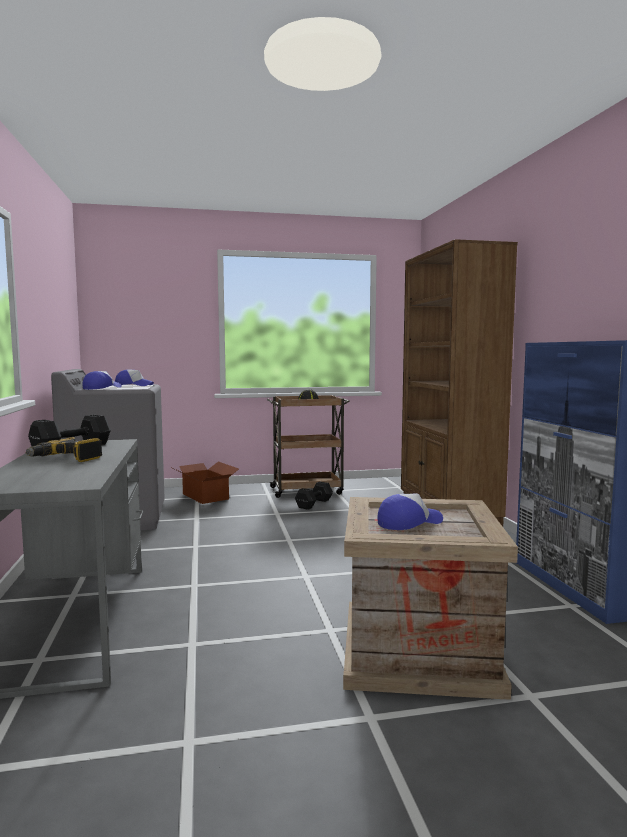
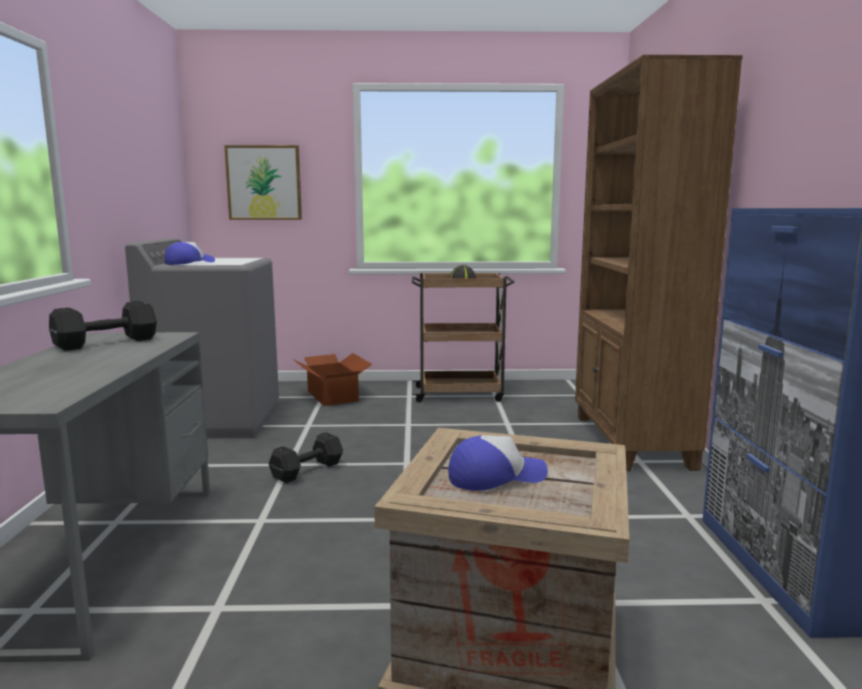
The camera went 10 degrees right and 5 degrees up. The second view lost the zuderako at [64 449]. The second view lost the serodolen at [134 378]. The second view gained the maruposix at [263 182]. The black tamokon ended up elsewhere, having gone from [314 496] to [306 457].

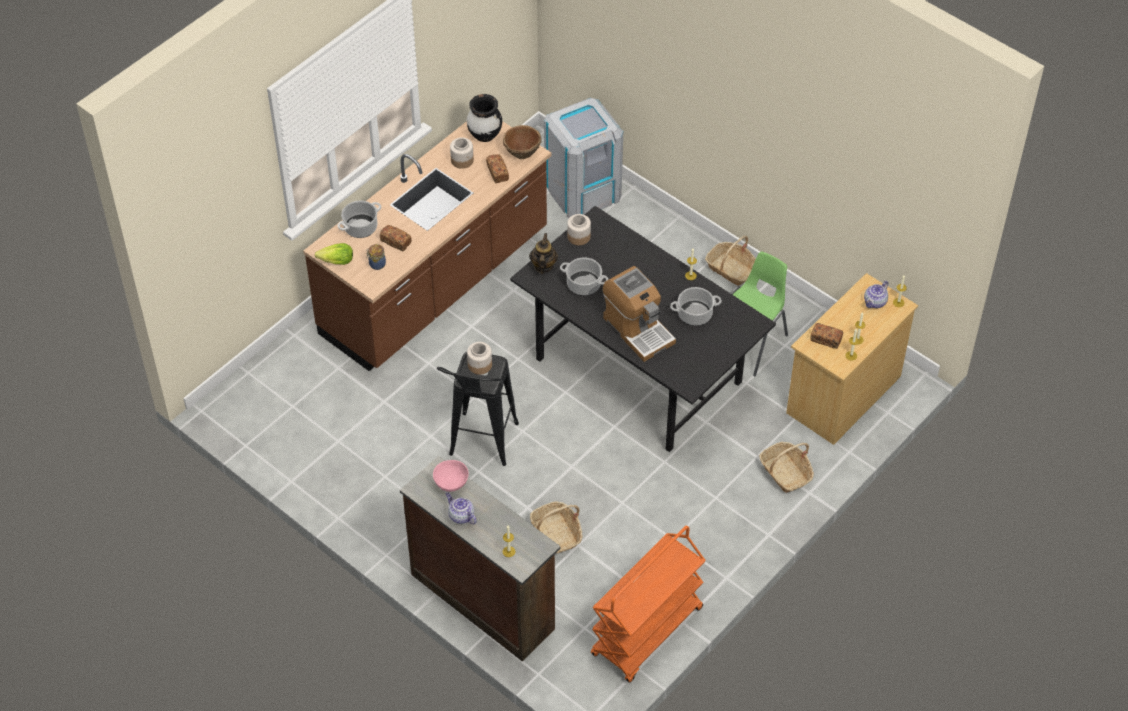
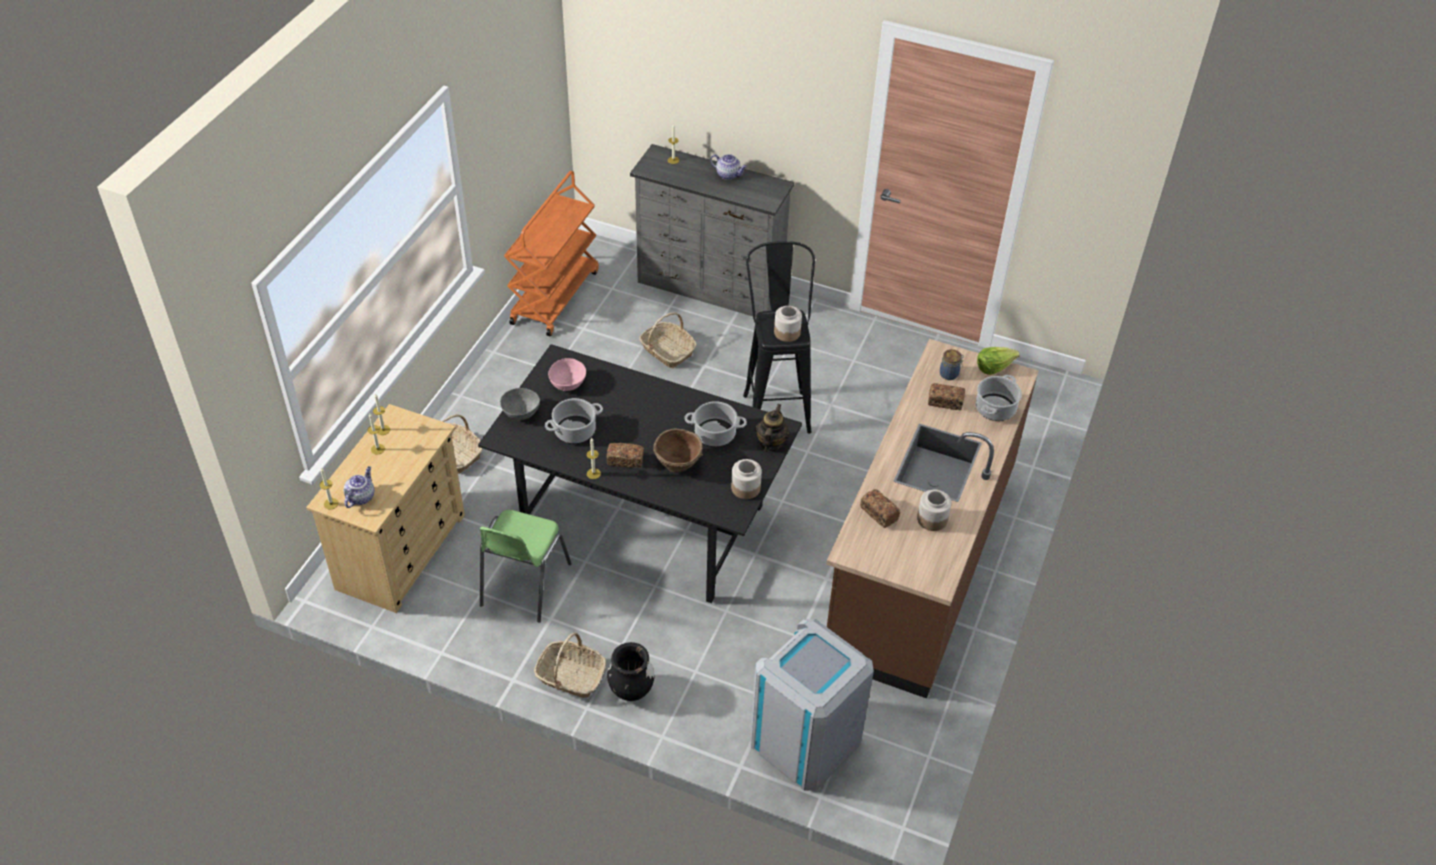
The camera went 160 degrees right and 5 degrees down. The second view lost the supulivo at [639 314]. The second view gained the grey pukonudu at [520 404]. The pink pukonudu ended up elsewhere, having gone from [450 476] to [567 374]. The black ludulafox ended up elsewhere, having gone from [484 118] to [630 671]. The brown pukonudu ended up elsewhere, having gone from [522 142] to [678 450]. The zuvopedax ended up elsewhere, having gone from [827 336] to [625 455]. What was the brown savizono at [480 558] turned into the grey savizono at [712 230]. The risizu at [543 253] ended up facing another way, 150 degrees counterclockwise from before.

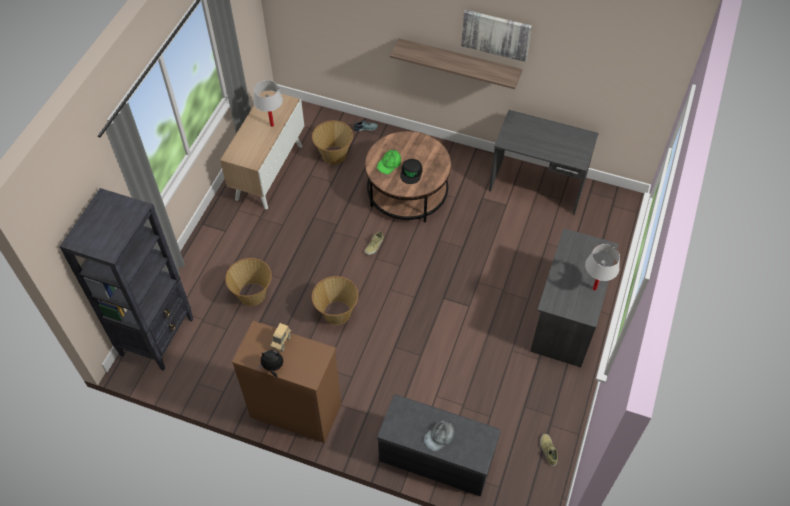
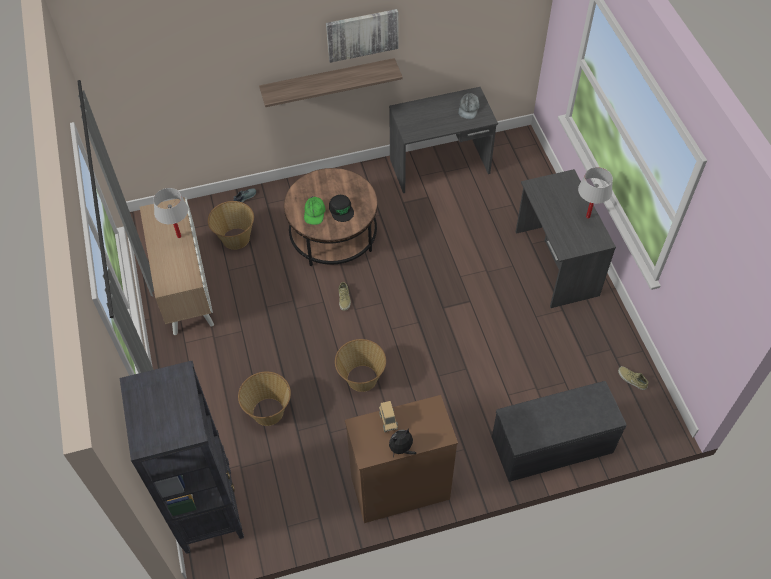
The camera went 35 degrees left and 0 degrees up. The grey serodolen ended up elsewhere, having gone from [439 436] to [469 106].

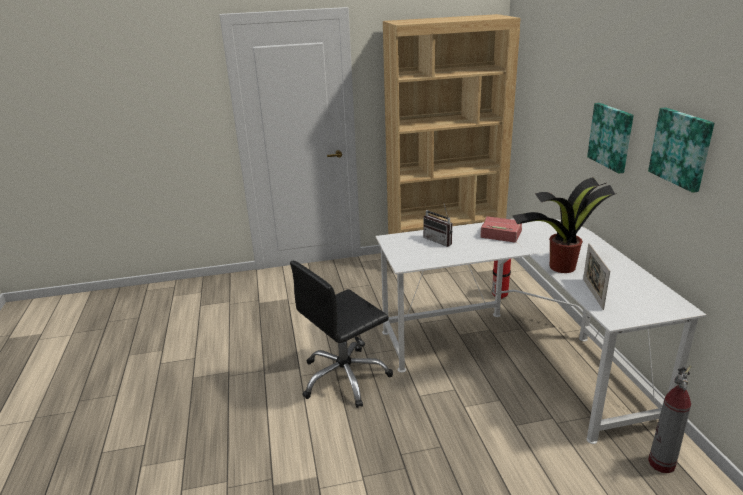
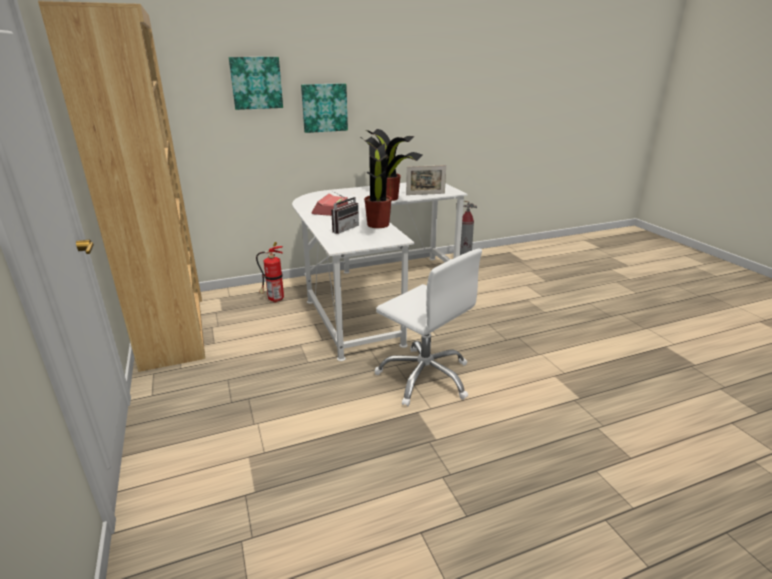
The camera went 100 degrees left and 0 degrees up. The second view gained the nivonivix at [378 185]. The maruposix ended up elsewhere, having gone from [681 150] to [256 83]. What was the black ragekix at [341 334] turned into the white ragekix at [428 327].

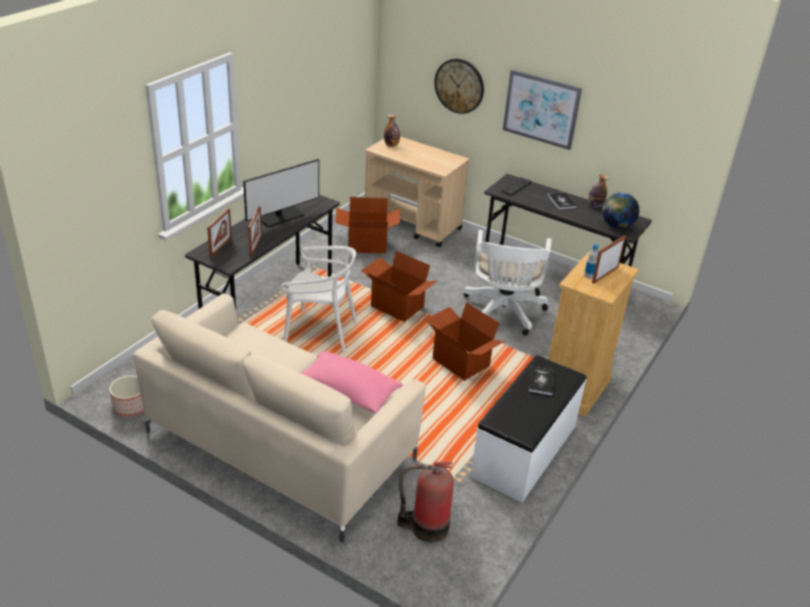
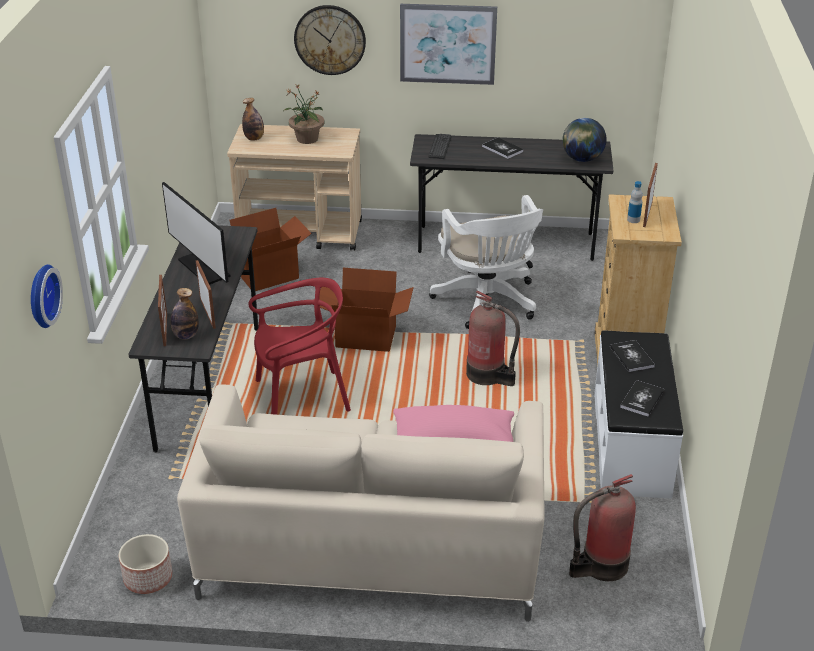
The camera went 25 degrees left and 0 degrees up. The second view gained the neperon at [47 296]. The second view gained the nivonivix at [303 114]. The second view gained the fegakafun at [642 398]. The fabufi ended up elsewhere, having gone from [598 191] to [185 313]. Where the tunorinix stood at [465 341], the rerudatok came to stand at [493 338]. What was the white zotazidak at [318 298] turned into the red zotazidak at [299 346]. The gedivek at [281 193] ended up facing another way, 120 degrees clockwise from before.

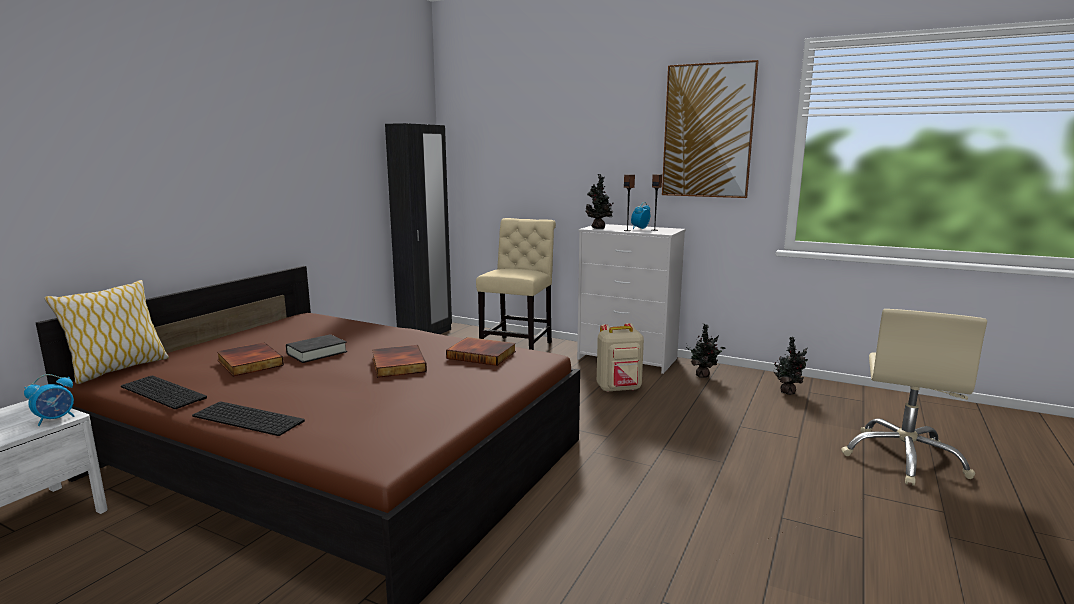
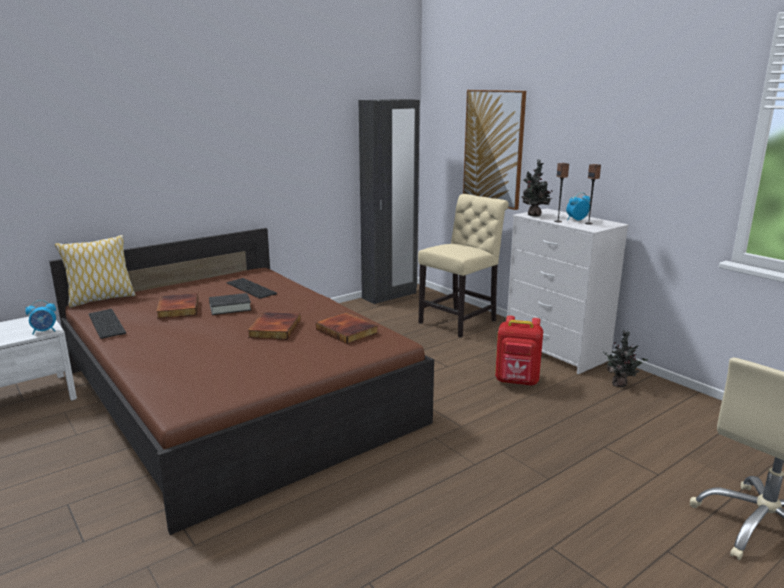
The camera went 25 degrees right and 5 degrees up. The second view lost the nivonivix at [790 366]. The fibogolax ended up elsewhere, having gone from [248 418] to [252 288]. The maruposix ended up elsewhere, having gone from [710 129] to [494 150]. What was the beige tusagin at [620 357] turned into the red tusagin at [519 351].

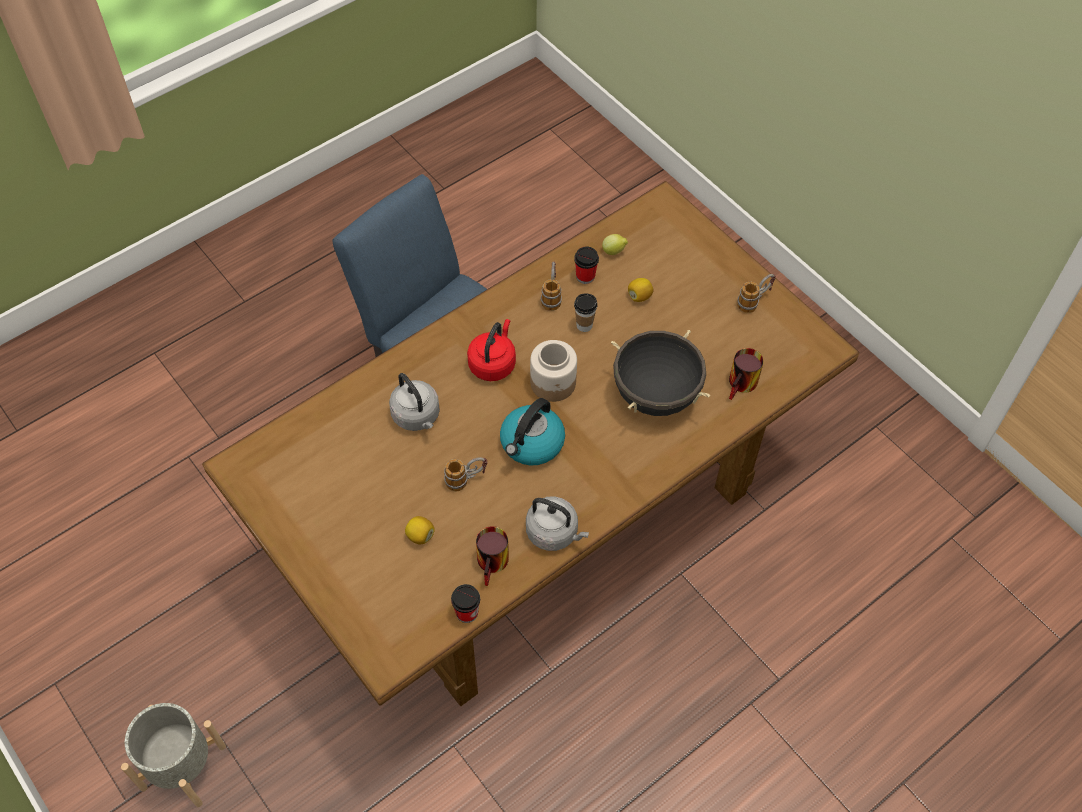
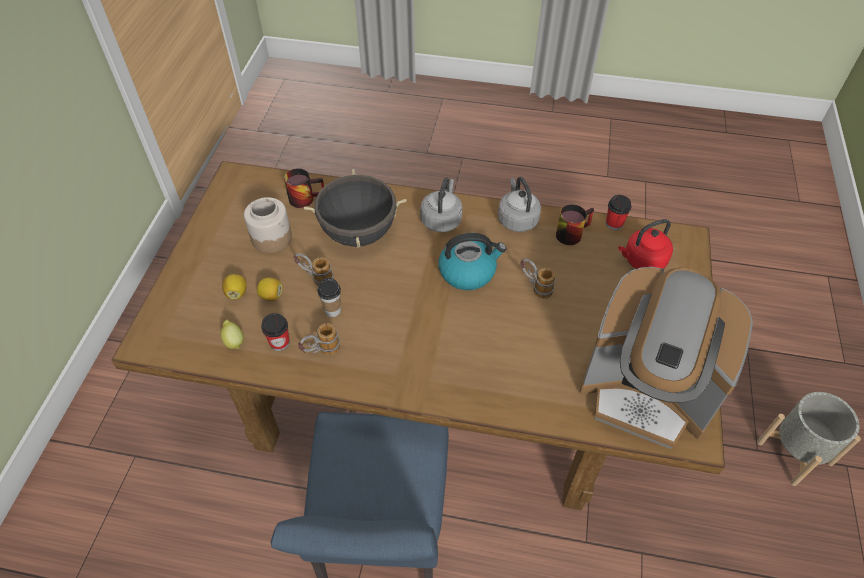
The camera went 130 degrees left and 5 degrees down. The second view gained the supulivo at [666 358]. The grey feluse ended up elsewhere, having gone from [414 402] to [441 205]. The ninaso ended up elsewhere, having gone from [420 530] to [234 286]. The red feluse ended up elsewhere, having gone from [491 350] to [645 244]. The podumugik ended up elsewhere, having gone from [553 371] to [268 225]. The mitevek ended up elsewhere, having gone from [756 293] to [313 269].

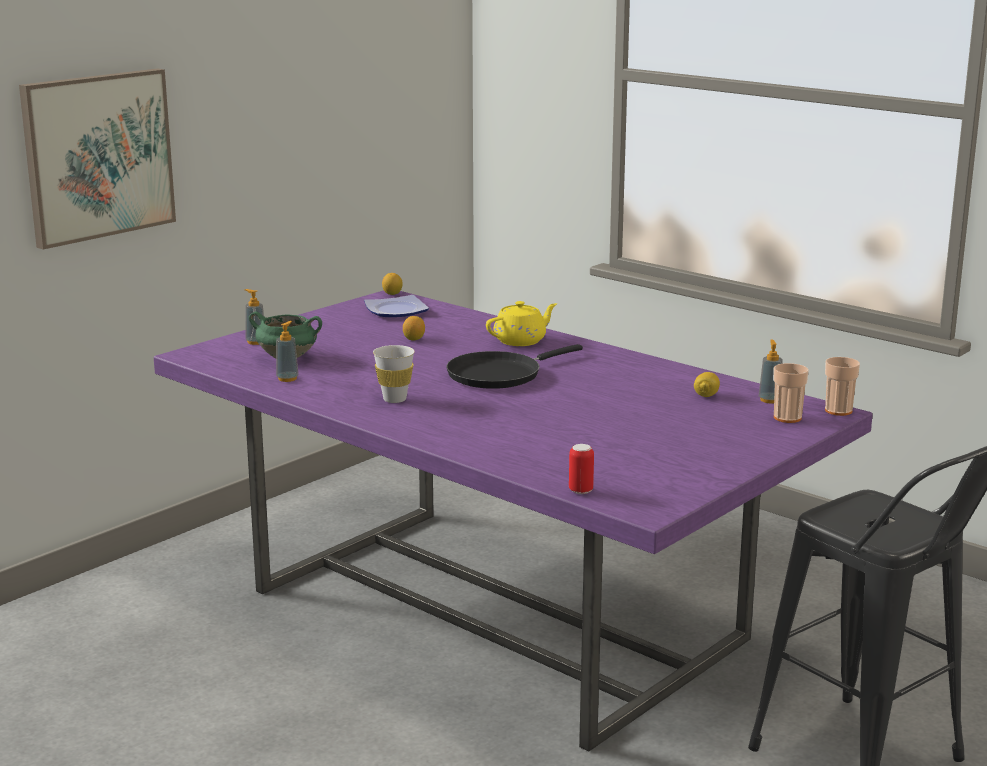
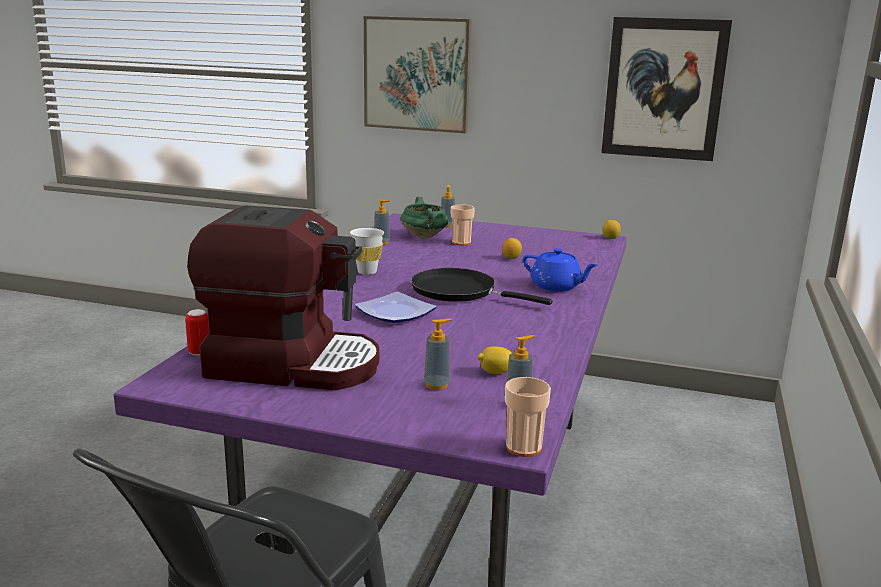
The camera went 65 degrees right and 0 degrees up. The second view gained the supulivo at [283 297]. The second view gained the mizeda at [437 354]. The second view gained the maruposix at [666 89]. The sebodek ended up elsewhere, having gone from [396 306] to [396 307]. The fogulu ended up elsewhere, having gone from [791 393] to [463 225]. What was the yellow risizu at [521 323] turned into the blue risizu at [560 270].

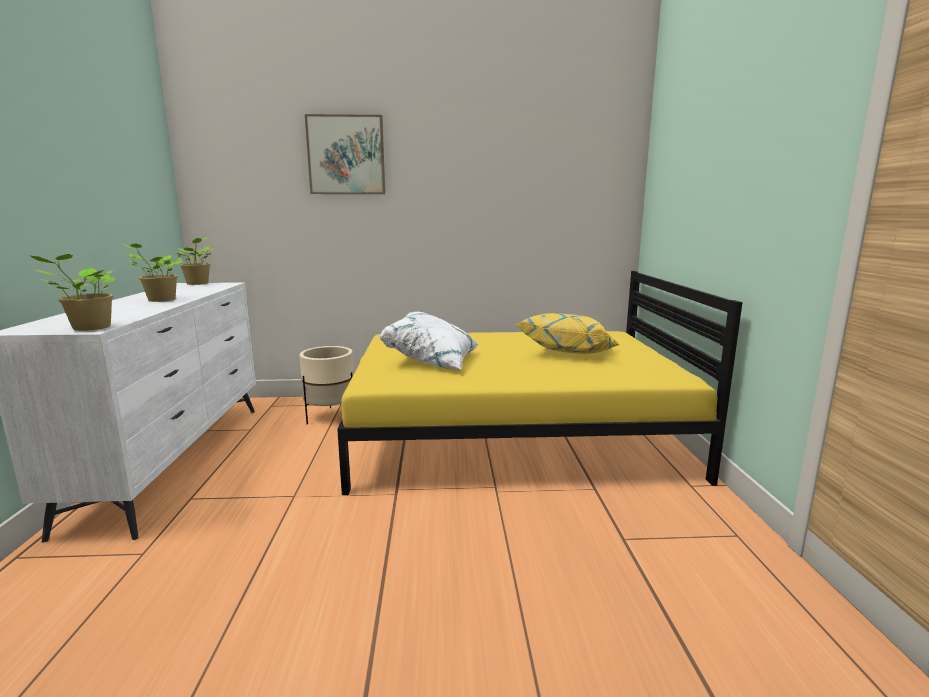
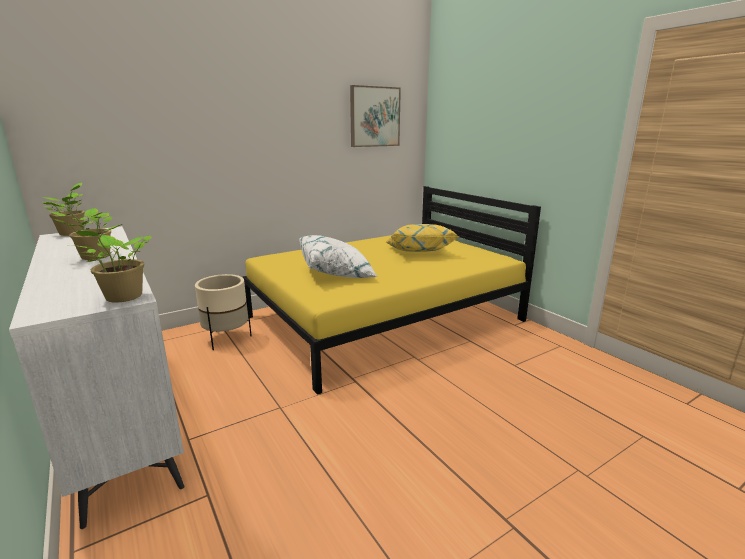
The camera went 30 degrees left and 5 degrees up. The maruposix ended up elsewhere, having gone from [345 154] to [375 116].

